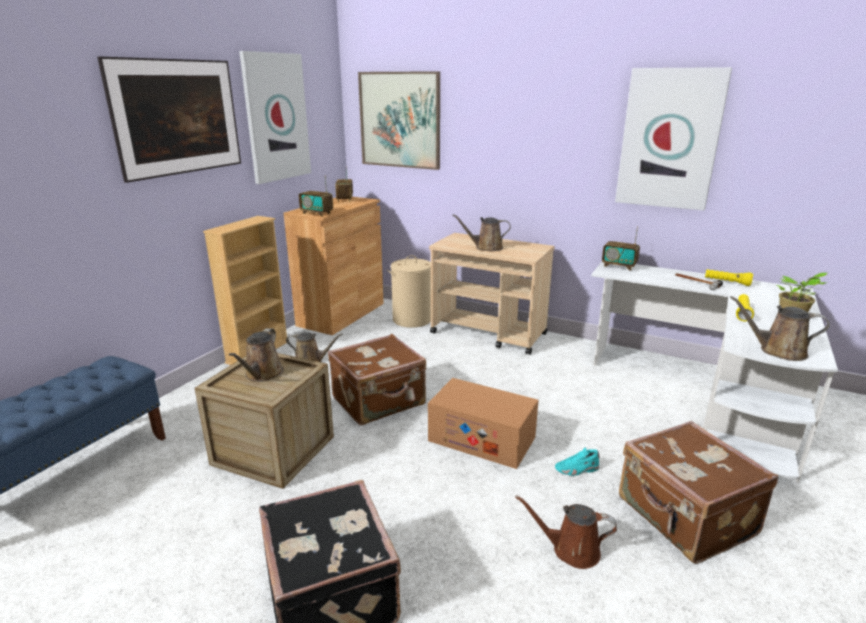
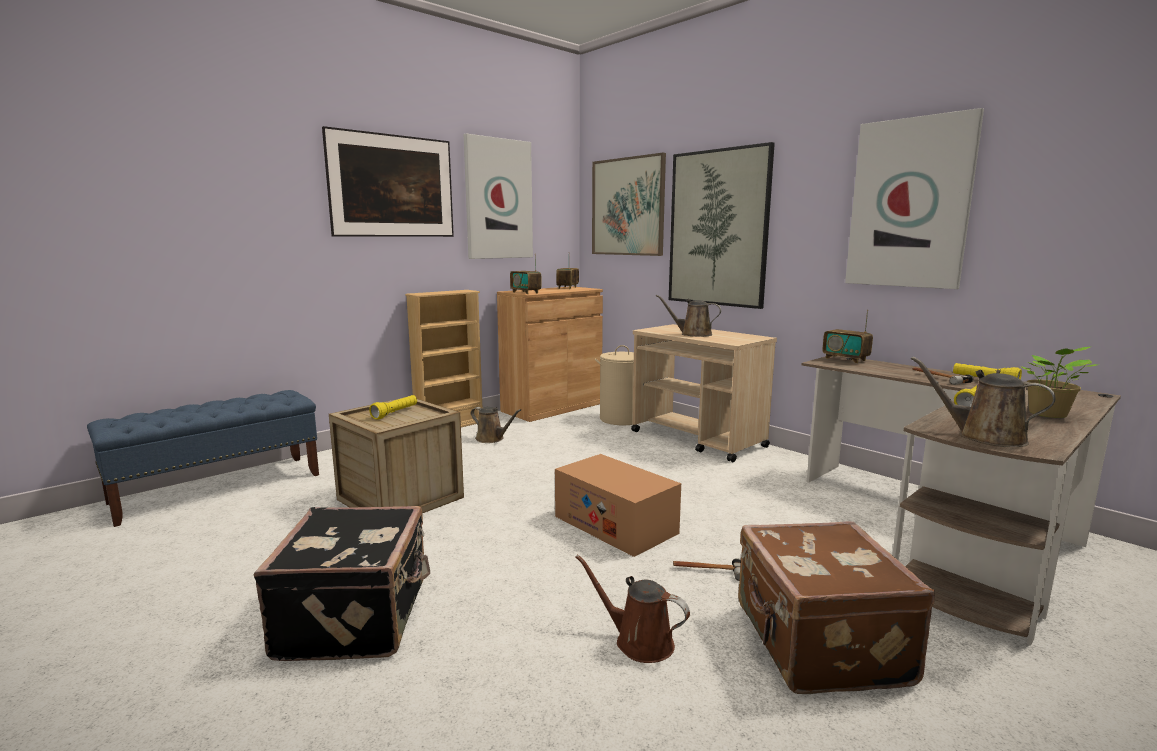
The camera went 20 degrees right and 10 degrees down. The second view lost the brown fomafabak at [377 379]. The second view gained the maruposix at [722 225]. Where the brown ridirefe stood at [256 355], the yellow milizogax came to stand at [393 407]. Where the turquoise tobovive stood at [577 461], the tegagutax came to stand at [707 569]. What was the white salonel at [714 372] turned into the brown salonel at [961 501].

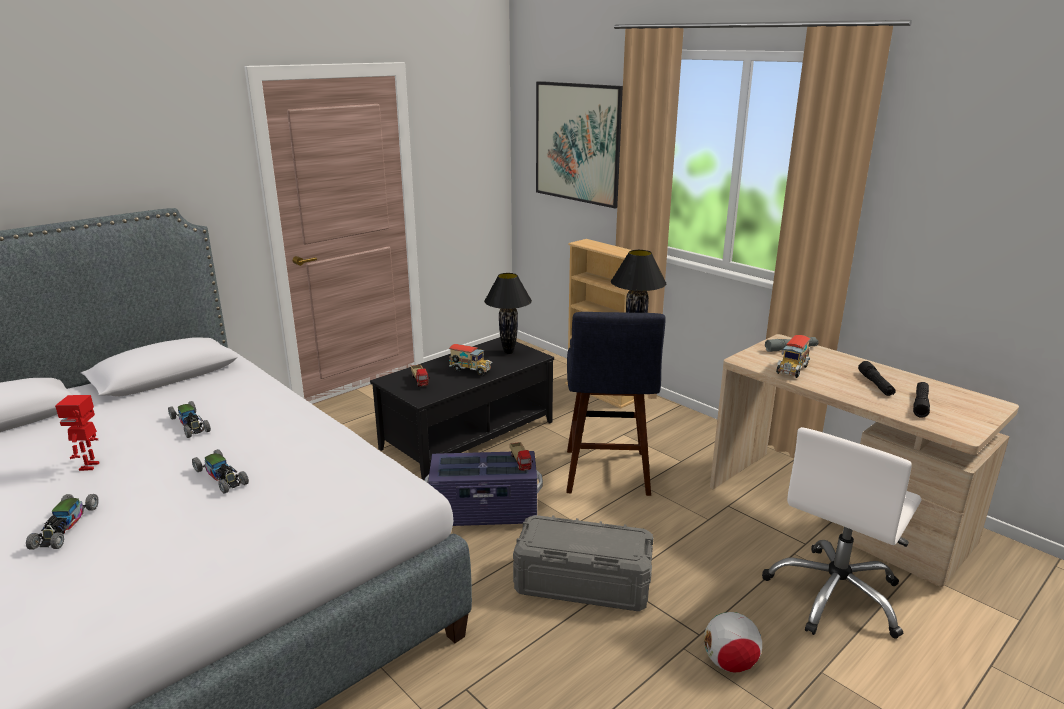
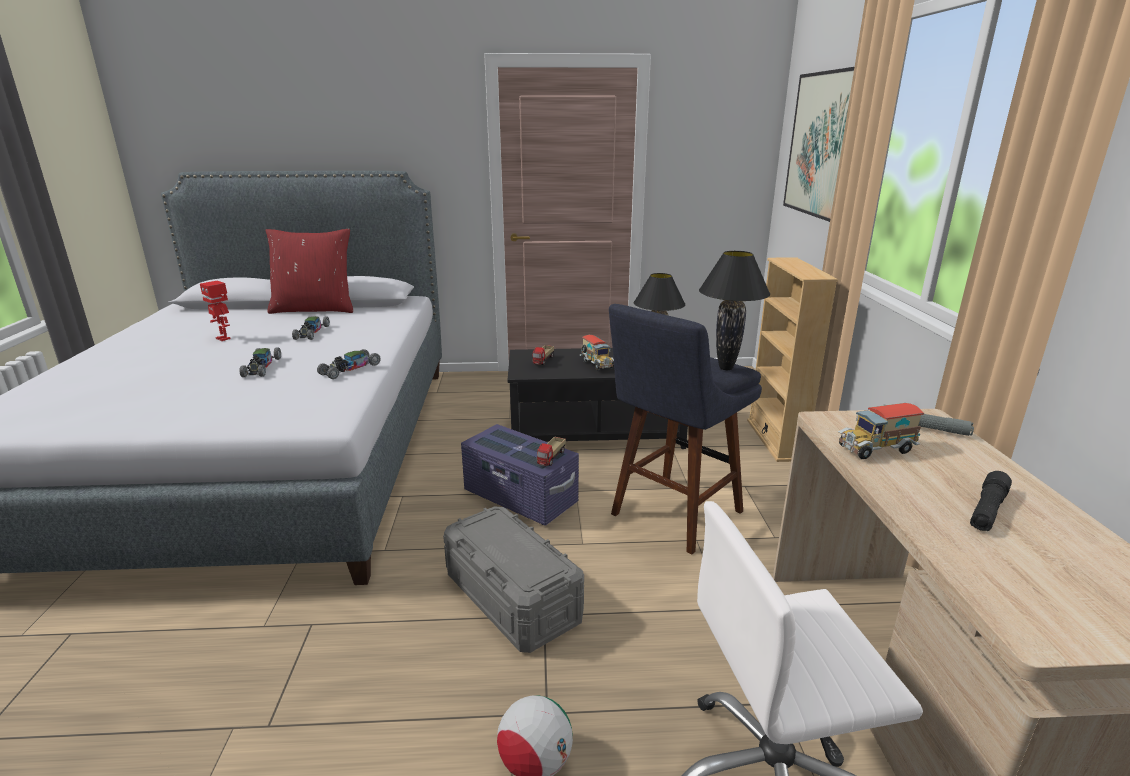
The camera went 40 degrees right and 0 degrees up. The second view lost the black milizogax at [921 400]. The second view gained the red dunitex at [309 271]. The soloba ended up elsewhere, having gone from [62 522] to [349 364]. The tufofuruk at [77 433] ended up facing another way, 90 degrees counterclockwise from before.

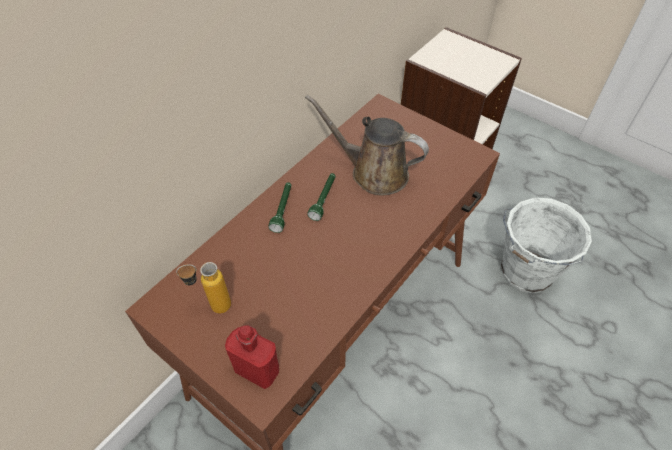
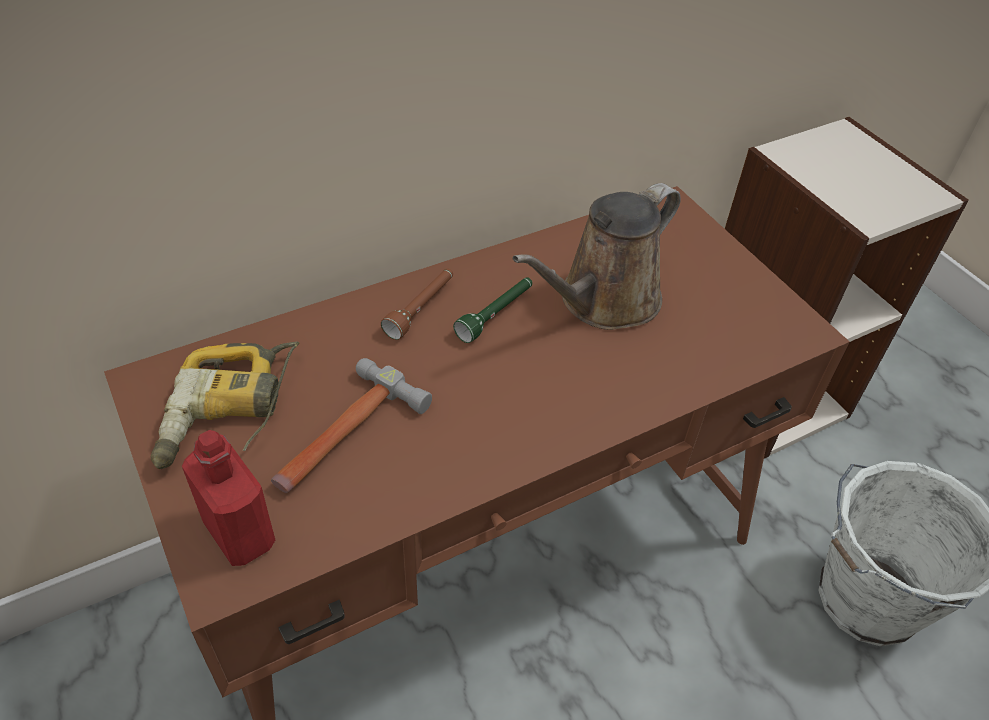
The camera went 20 degrees right and 5 degrees down. The second view gained the tegagutax at [351 425]. Where the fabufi stood at [203 288], the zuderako came to stand at [225 405]. What was the green milizogax at [279 207] turned into the brown milizogax at [417 304]. The brown ridirefe at [367 145] ended up facing another way, 90 degrees counterclockwise from before.

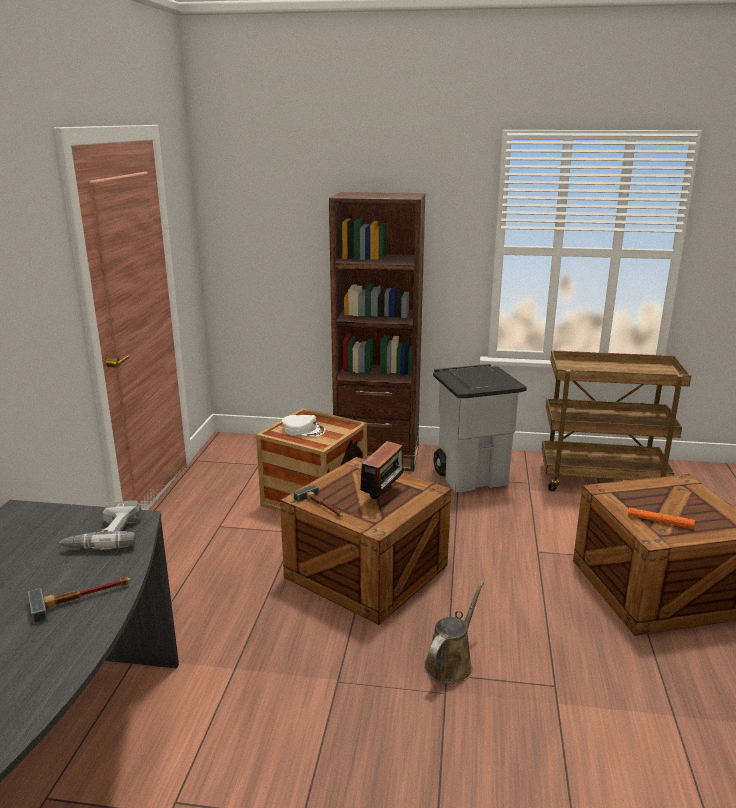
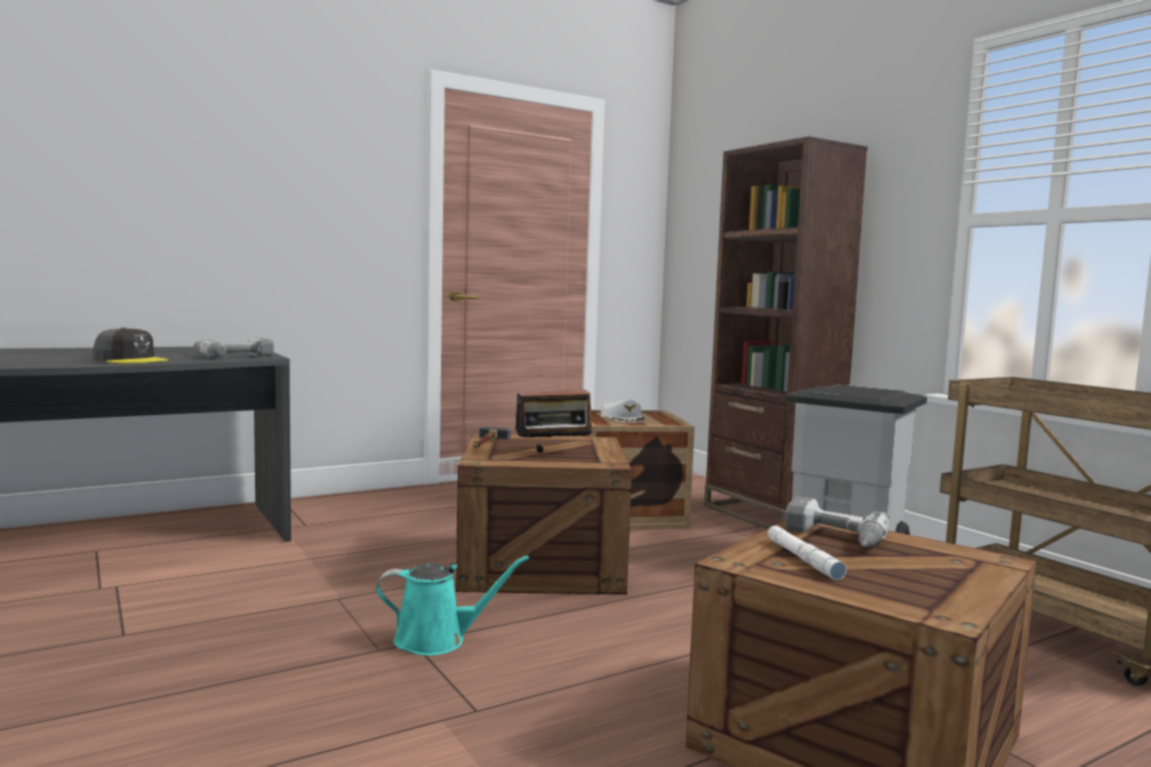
The camera went 50 degrees right and 15 degrees down. The second view gained the zuderako at [837 522]. Where the tegagutax stood at [79 600], the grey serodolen came to stand at [131 345]. What was the brown ridirefe at [454 632] turned into the turquoise ridirefe at [452 606]. What was the orange milizogax at [661 518] turned into the white milizogax at [807 552].

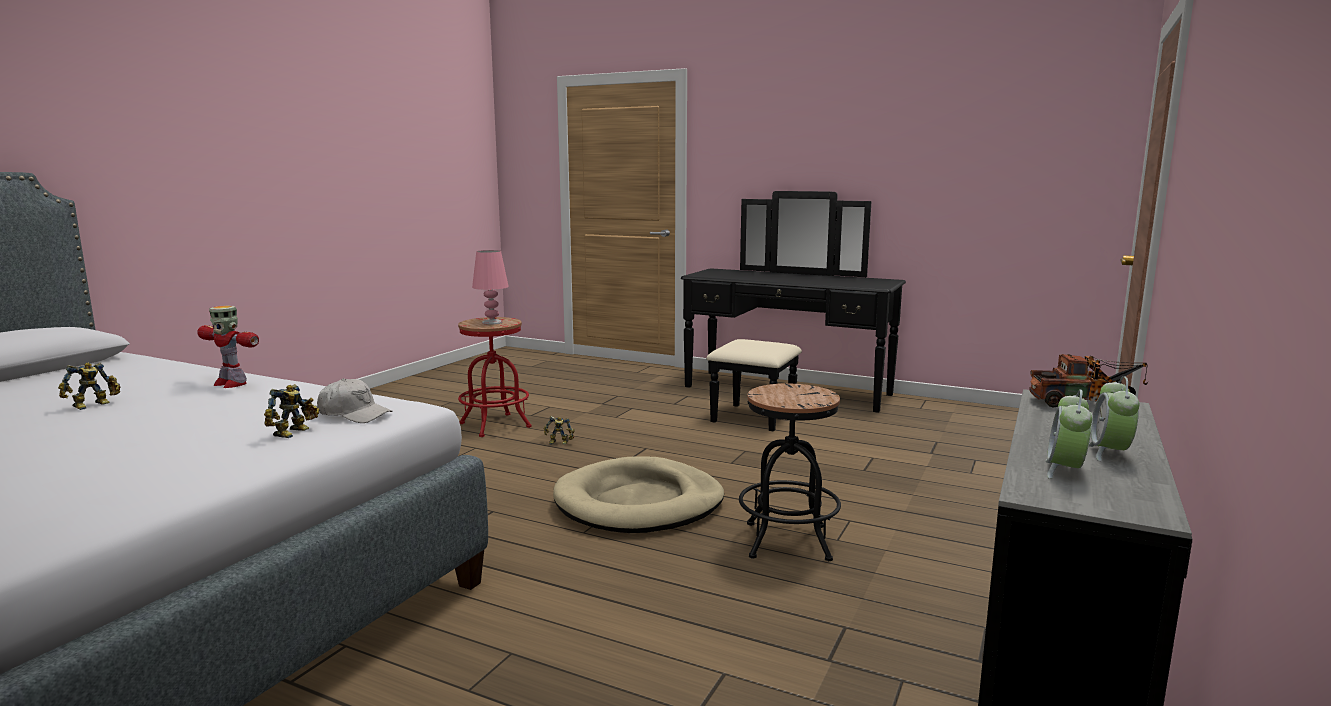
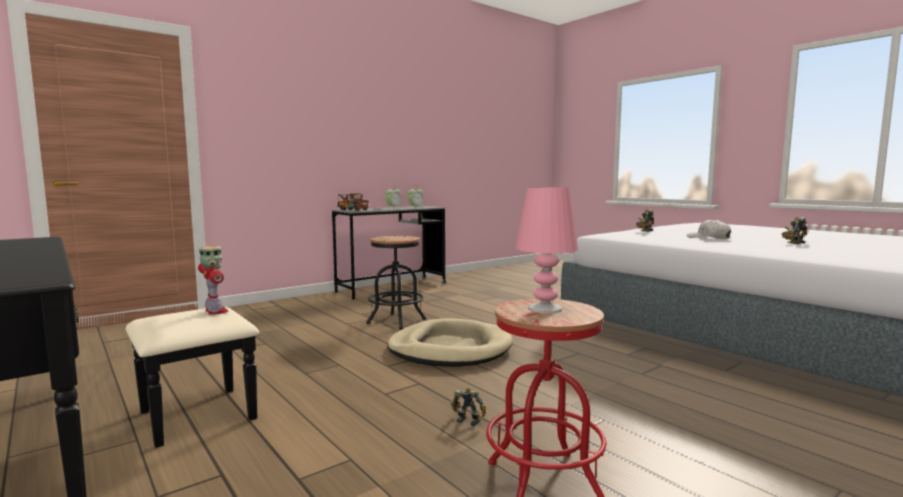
The camera went 155 degrees left and 5 degrees down. The tufofuruk ended up elsewhere, having gone from [228 347] to [213 280]. The white serodolen ended up elsewhere, having gone from [354 400] to [709 229].

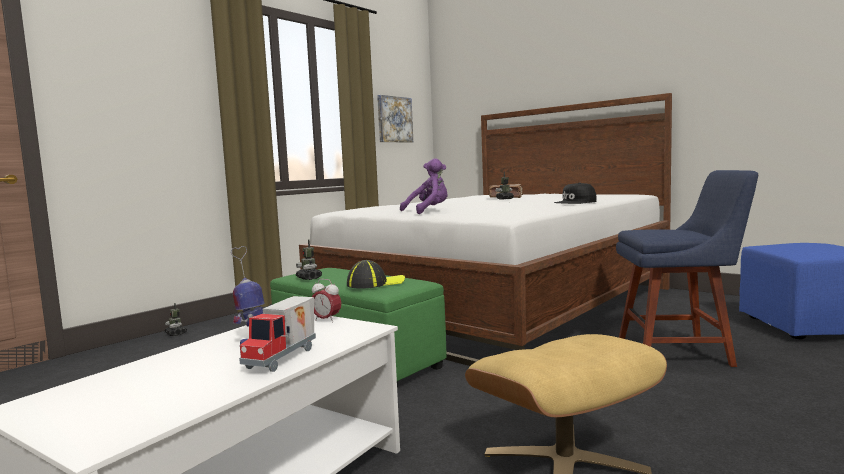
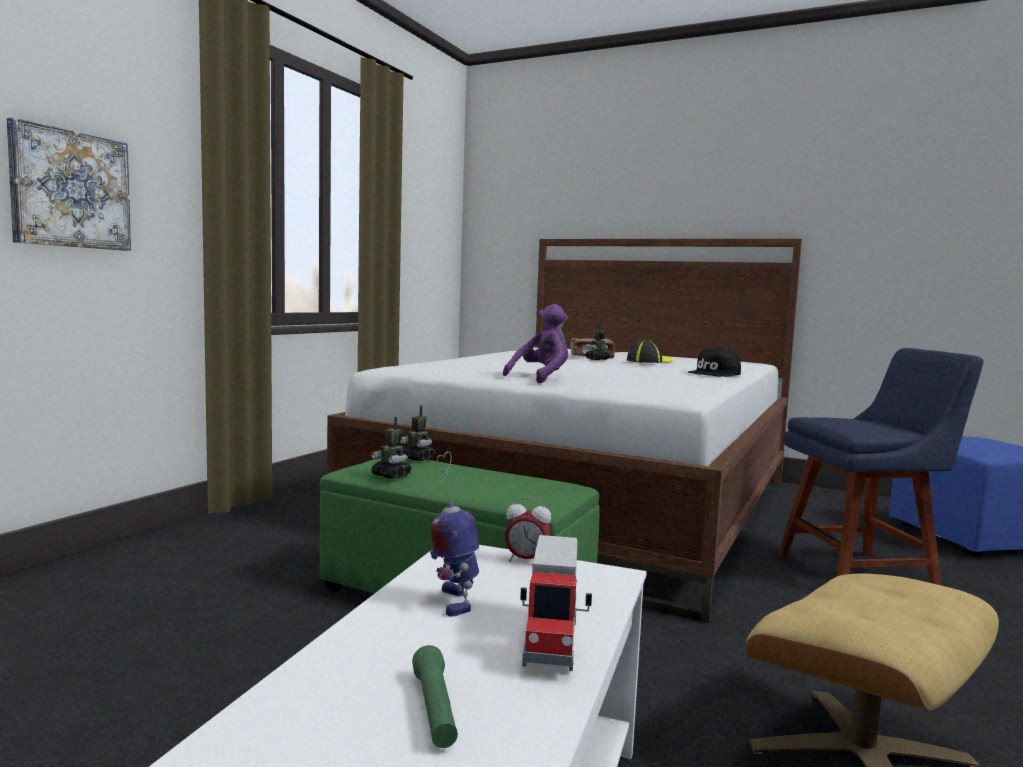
The camera went 15 degrees left and 0 degrees up. The second view gained the green milizogax at [435 696]. The tufofuruk ended up elsewhere, having gone from [176 319] to [417 433]. The serodolen ended up elsewhere, having gone from [376 274] to [650 351]. The maruposix ended up elsewhere, having gone from [395 119] to [69 184].

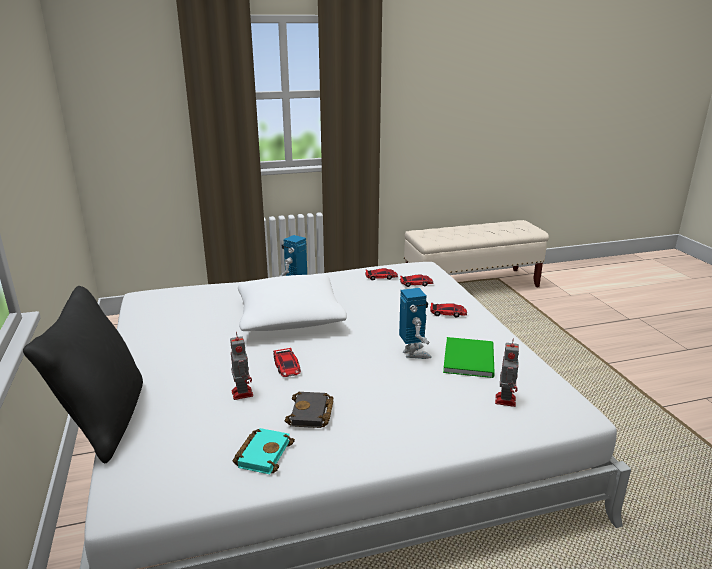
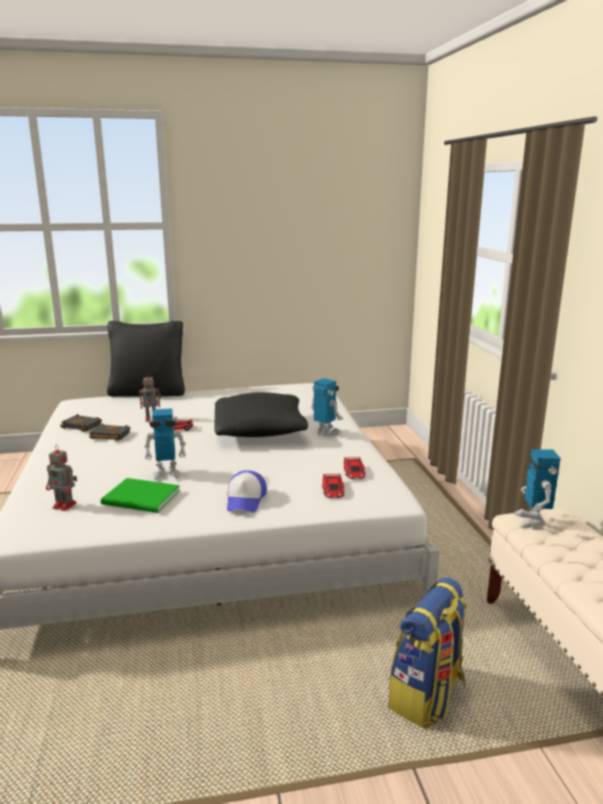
The camera went 95 degrees right and 5 degrees down. The second view gained the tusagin at [427 653]. The second view gained the tufofuruk at [537 488]. Where the soloba stood at [448 310], the serodolen came to stand at [247 491]. What was the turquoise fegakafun at [264 451] turned into the black fegakafun at [81 423]. What was the white dunitex at [292 302] turned into the black dunitex at [261 414].

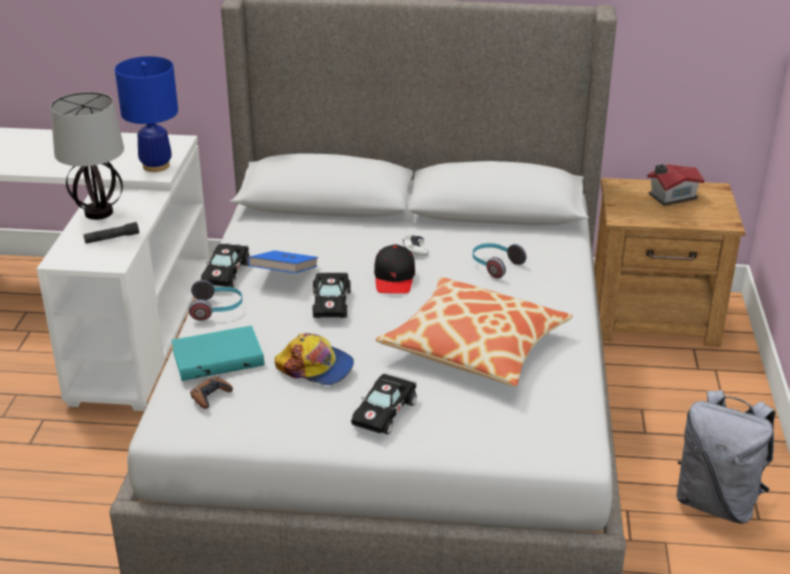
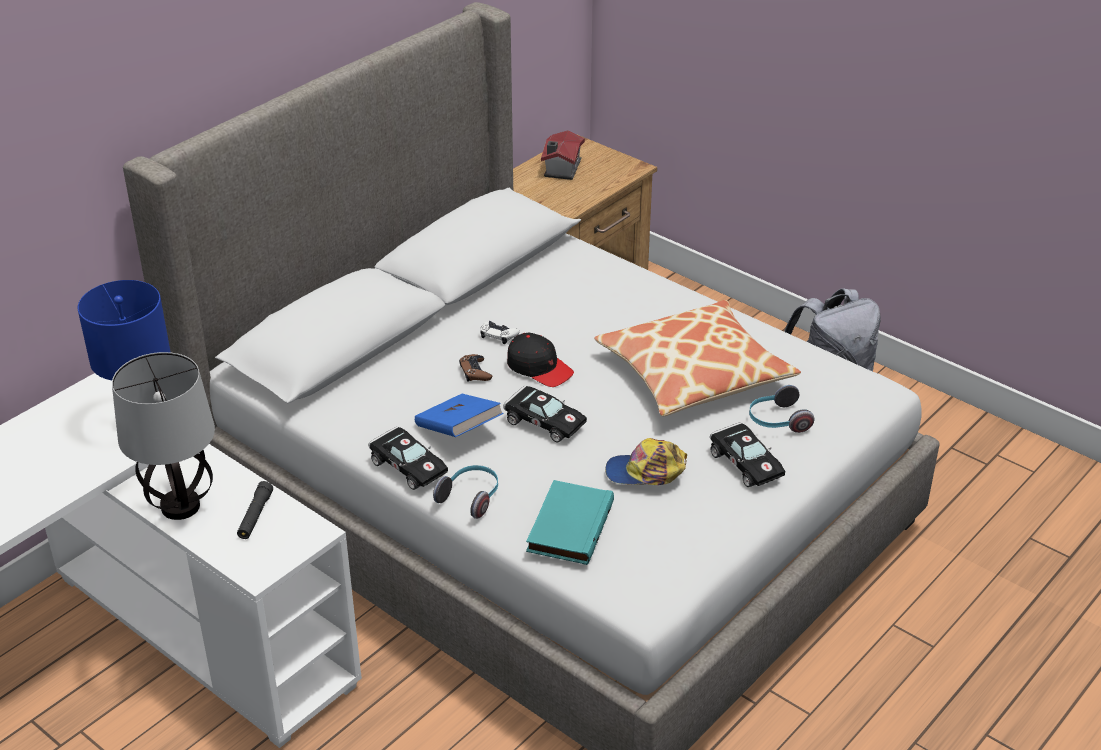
The camera went 55 degrees left and 5 degrees up. The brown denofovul ended up elsewhere, having gone from [211 393] to [475 368]. The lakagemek ended up elsewhere, having gone from [499 261] to [781 409]. The serodolen at [314 359] ended up facing another way, 150 degrees counterclockwise from before.

